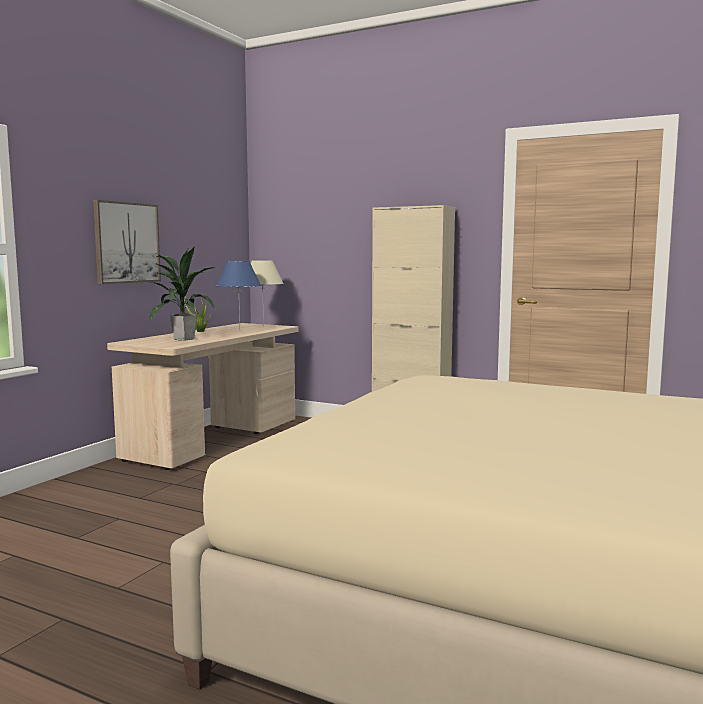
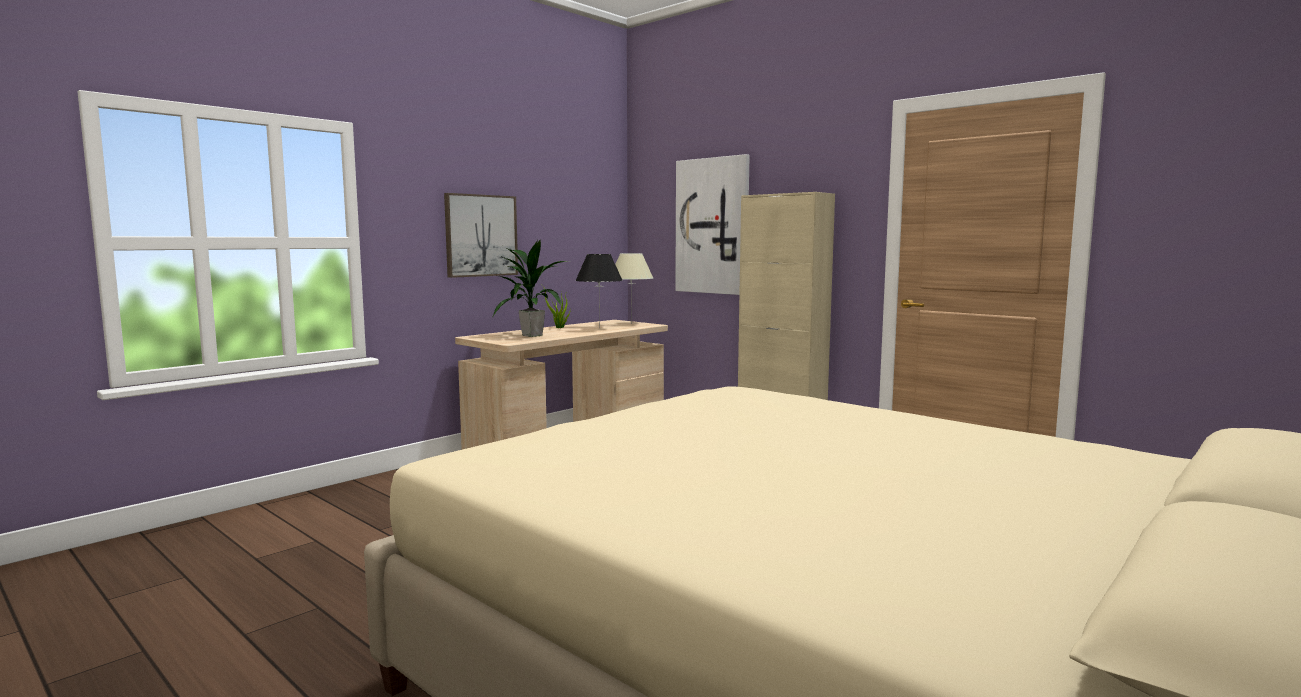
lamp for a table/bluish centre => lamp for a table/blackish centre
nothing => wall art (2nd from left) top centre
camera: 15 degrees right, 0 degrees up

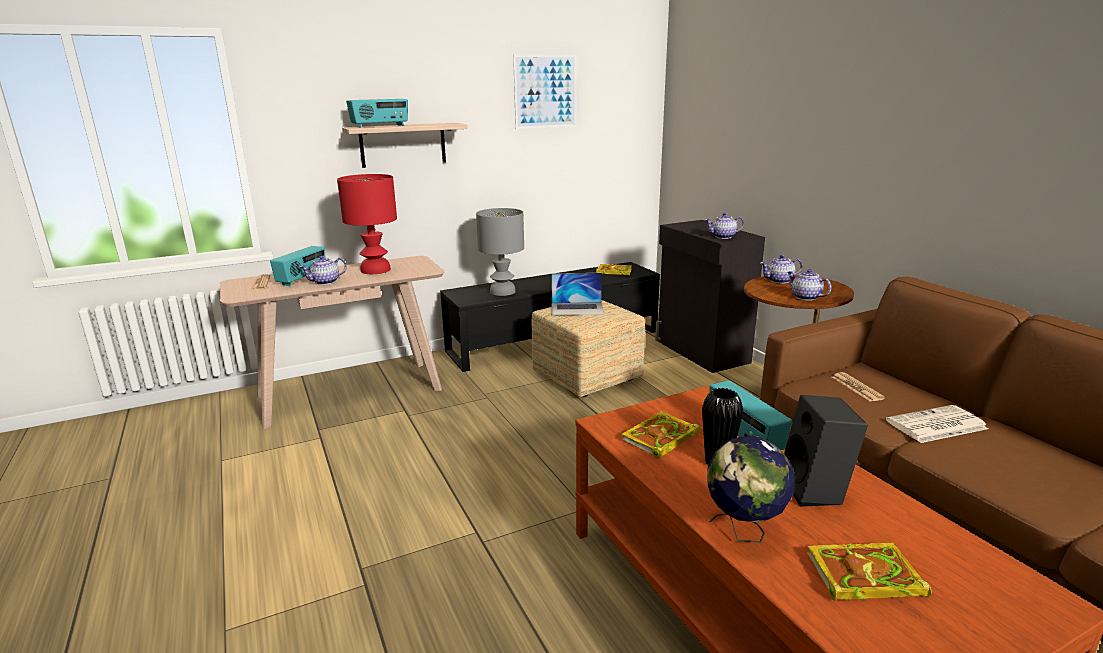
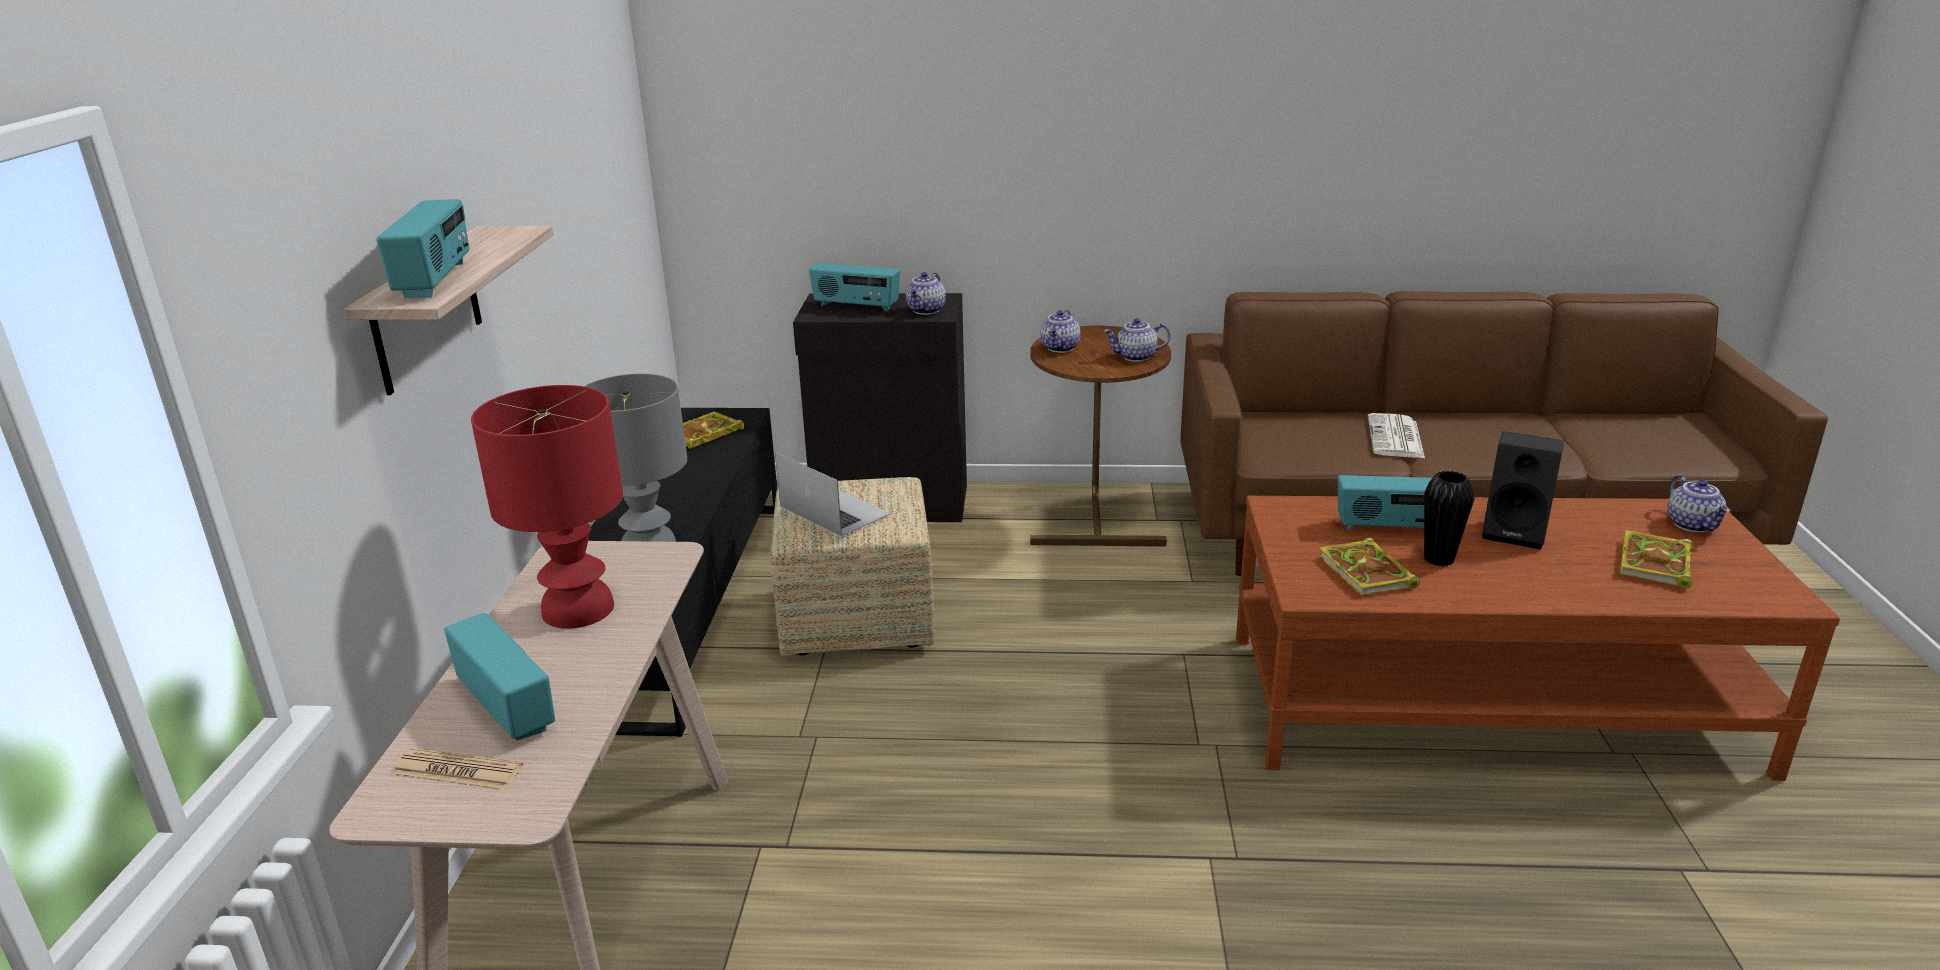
wall art top centre => nothing
tea pot (1st from left in the first image) middle left => tea pot (4th from left) middle right, move
portable computer centre, 75 degrees counterclockwise
newspaper (2nd from left) middle right => nothing
desk globe bottom right => nothing
nothing => radio set (3rd from left) top centre
camera: 60 degrees left, 5 degrees up

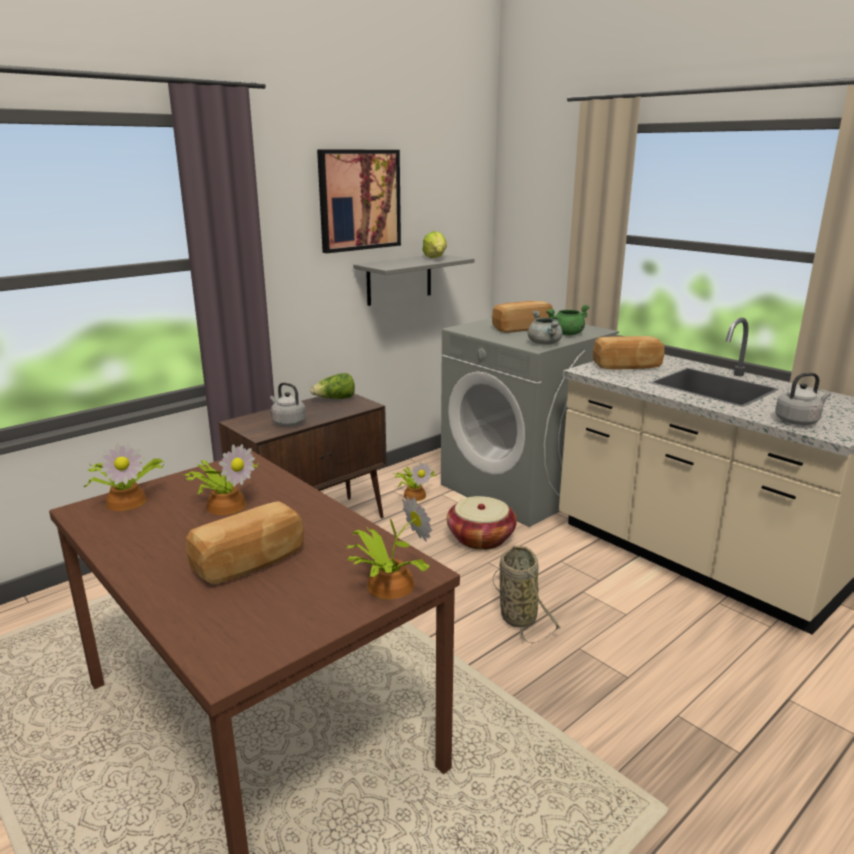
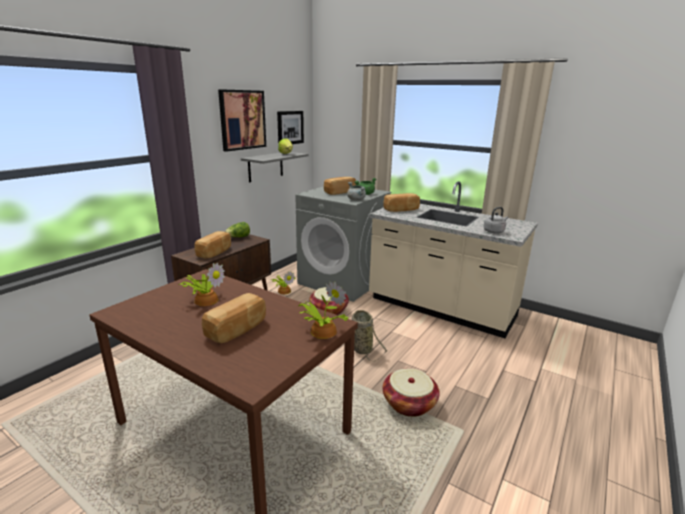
kettle/grey (1st from left) centre => bakery bread (1st from left) middle left
plant in a pot (1st from left) middle left => nothing
nothing => wall art (2nd from left) top centre
nothing => basket (3rd from left) bottom centre
camera: 15 degrees left, 0 degrees up

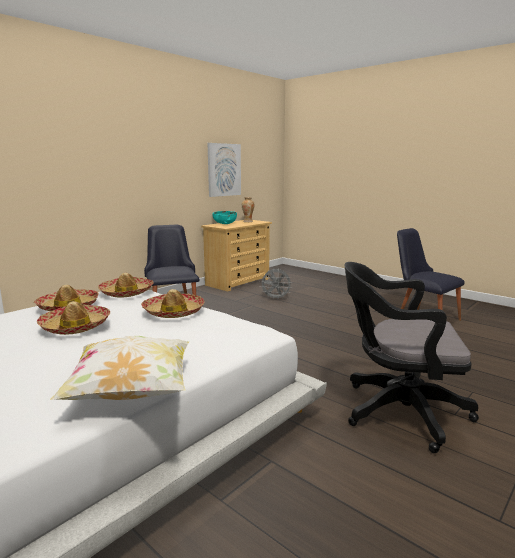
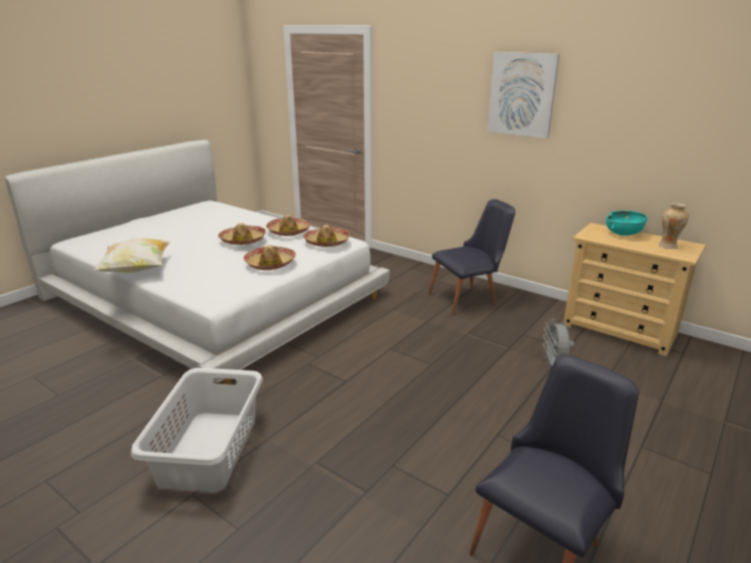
wall art top centre => wall art top right, move
office chair/blackish middle right => laundry basket/grey bottom left
camera: 85 degrees right, 10 degrees up

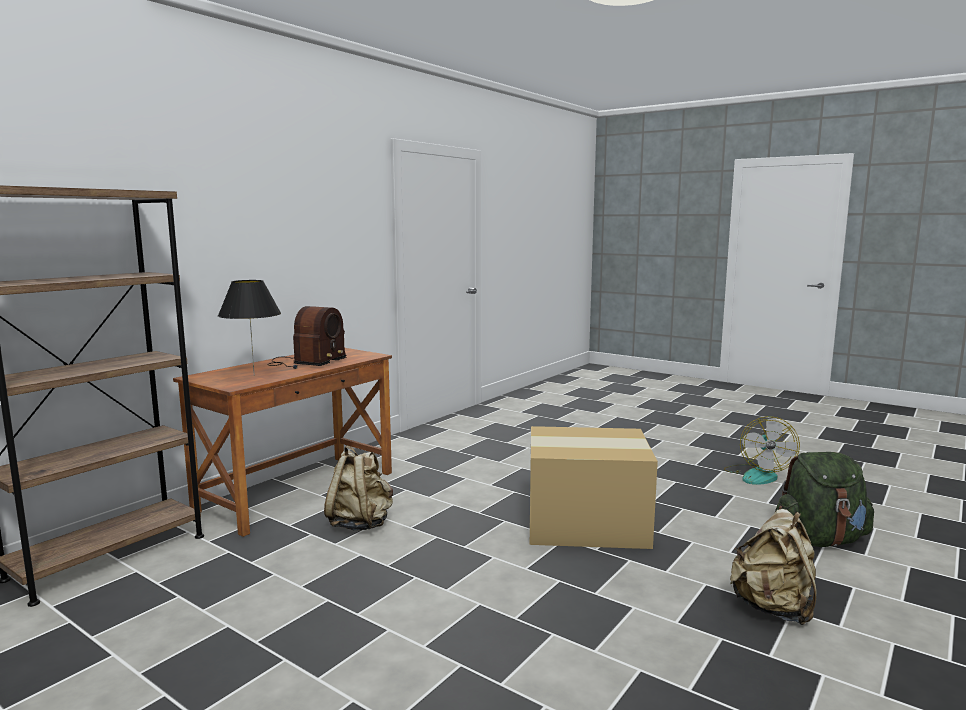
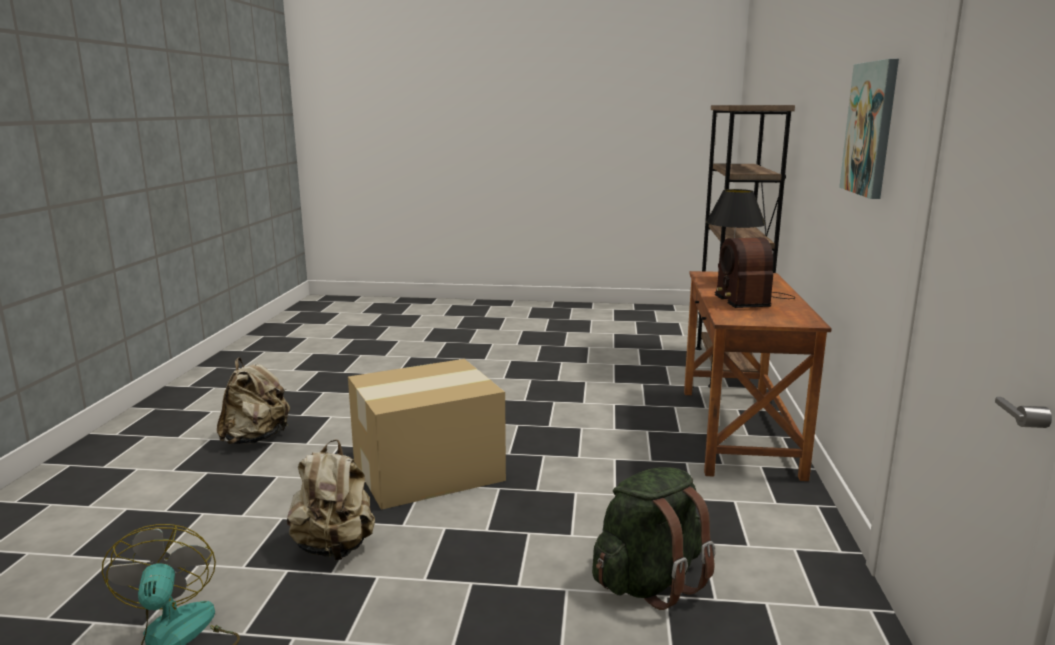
backpack/sand-coloured (1st from left in the first image) bottom centre => backpack/sand-coloured (2nd from left) bottom left, move
backpack/greenish bottom right => backpack/greenish bottom centre, move
nothing => wall art top right
camera: 150 degrees right, 5 degrees up

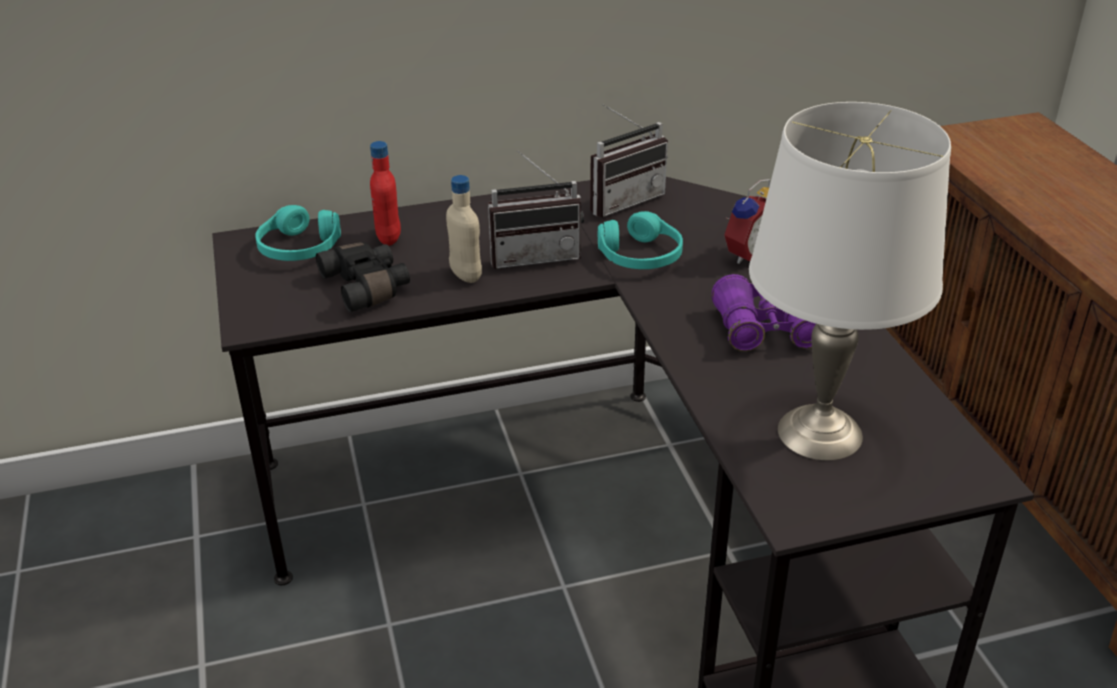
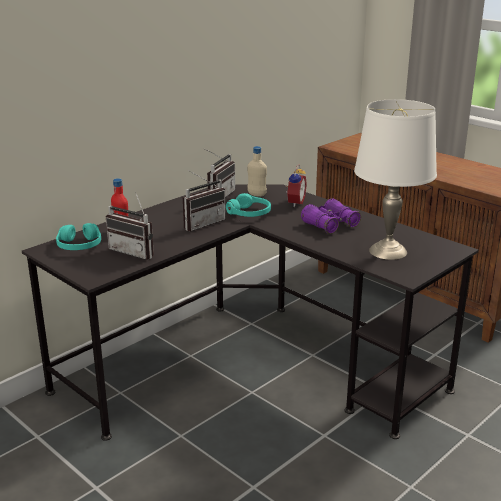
drink bottle/sand-coloured top centre => drink bottle/sand-coloured centre, move
field glasses/blackish middle left => radio set (1st from left) middle left
camera: 30 degrees left, 10 degrees down

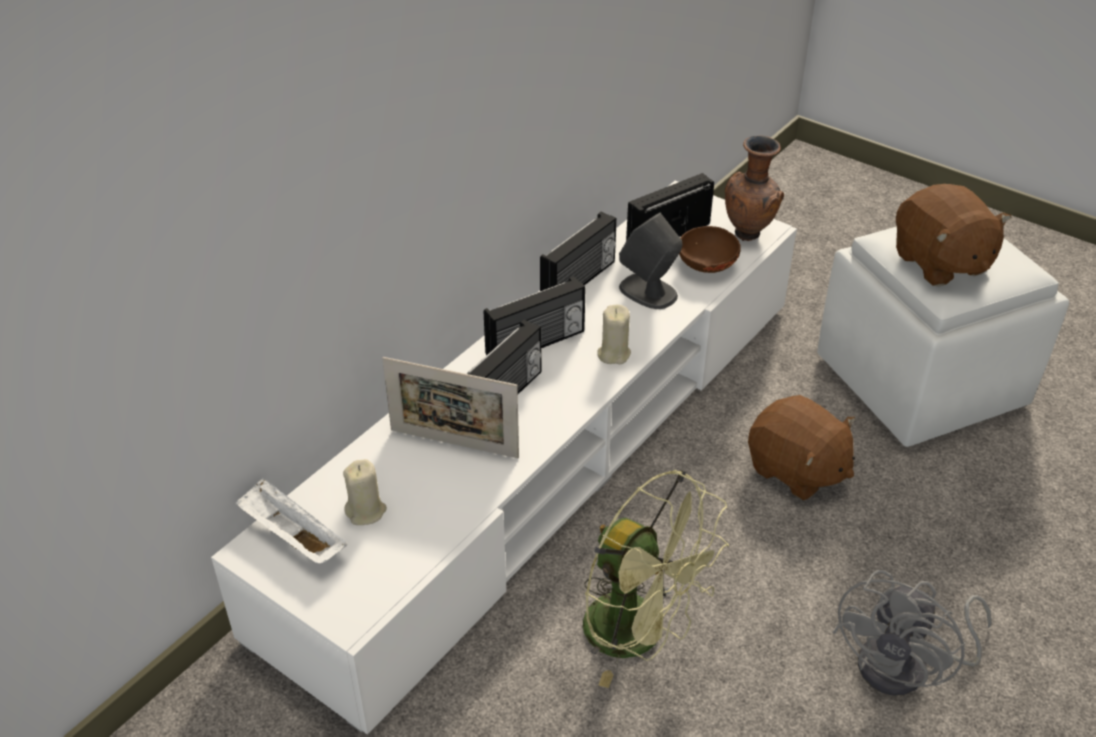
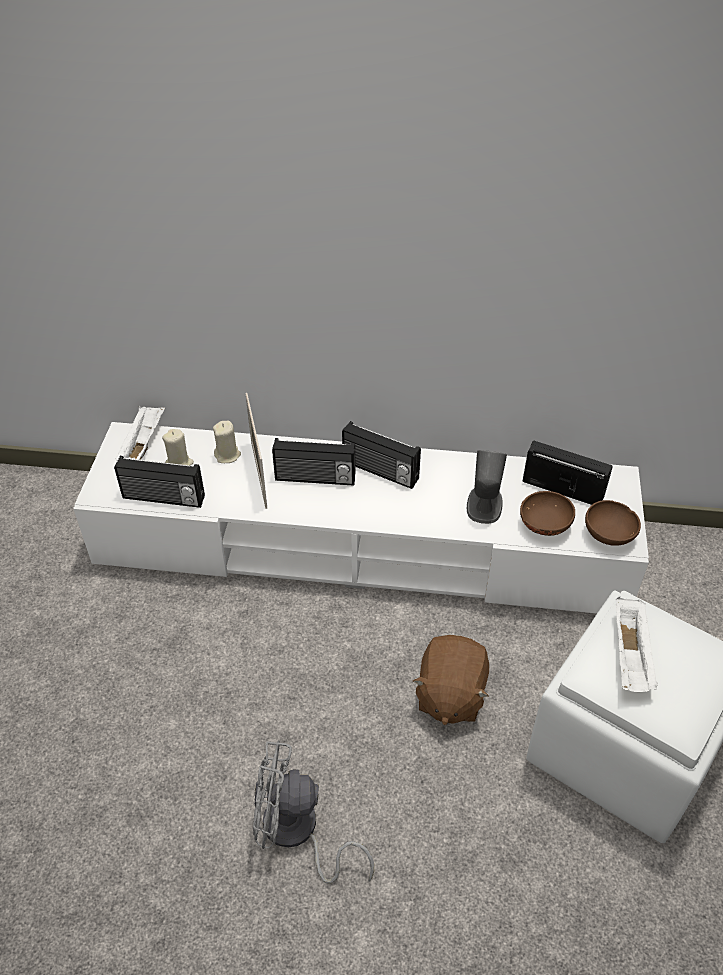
decorative vase/brownish top right => serving bowl/brownish (2nd from left) middle right
cuddly toy/brownish (2nd from left) top right => carrying tray/white (2nd from left) middle right
radio set (3rd from left in the first image) centre => radio set (1st from left) middle left, move
candle/sand-coloured (2nd from left) centre => candle/sand-coloured (2nd from left) middle left, move
cooling fan/greenish bottom centre => nothing
camera: 60 degrees right, 5 degrees up

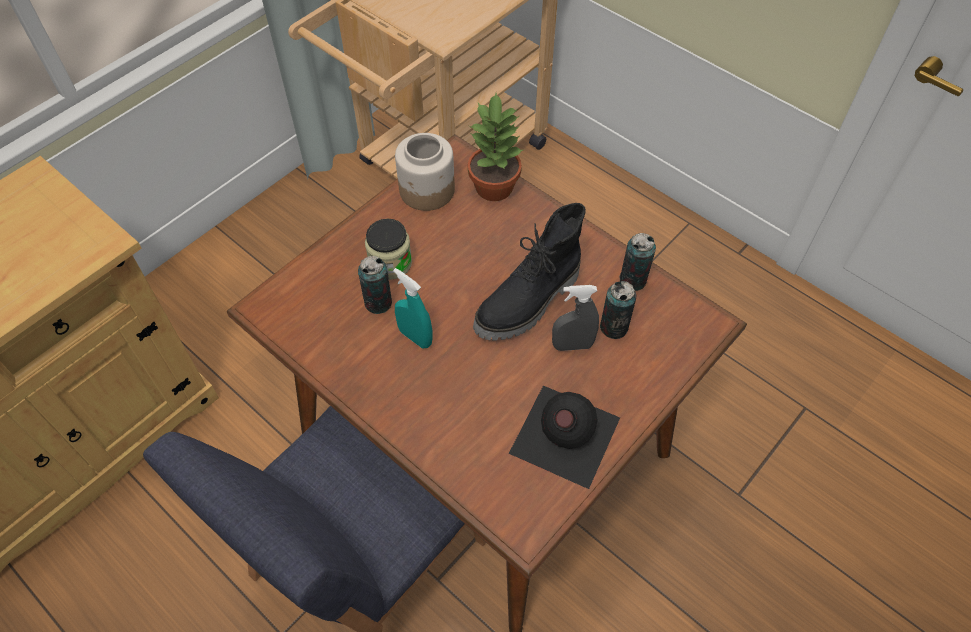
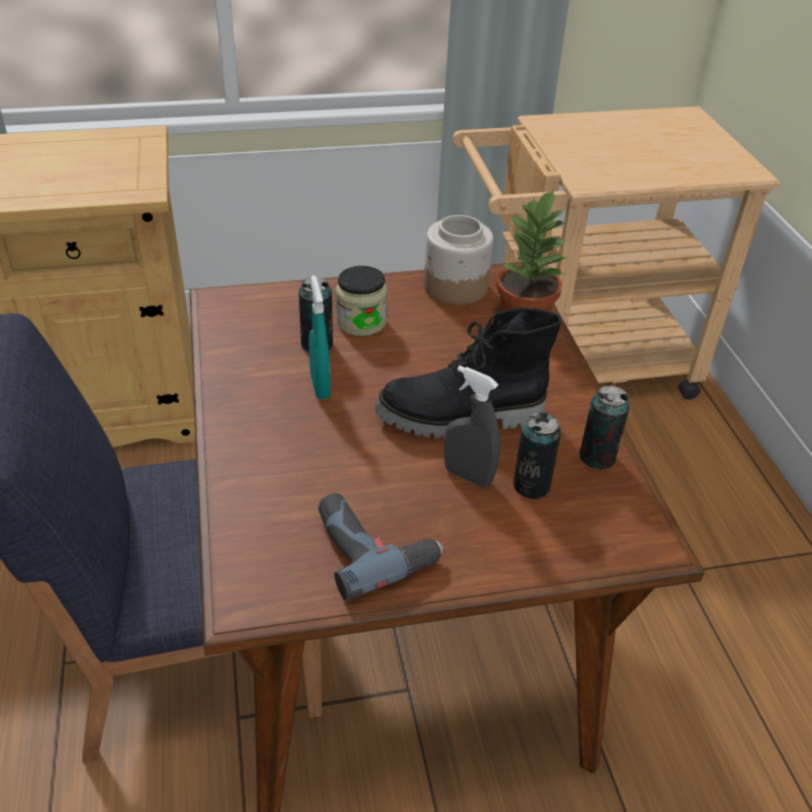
drink bottle/blackish bottom centre => power drill bottom centre
camera: 35 degrees right, 15 degrees down

